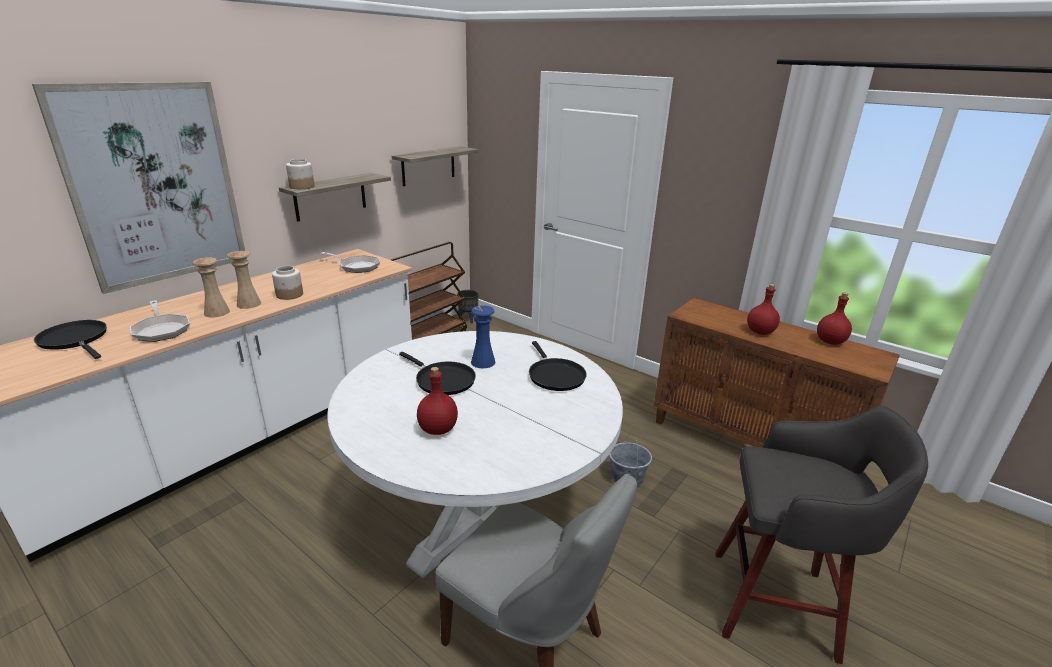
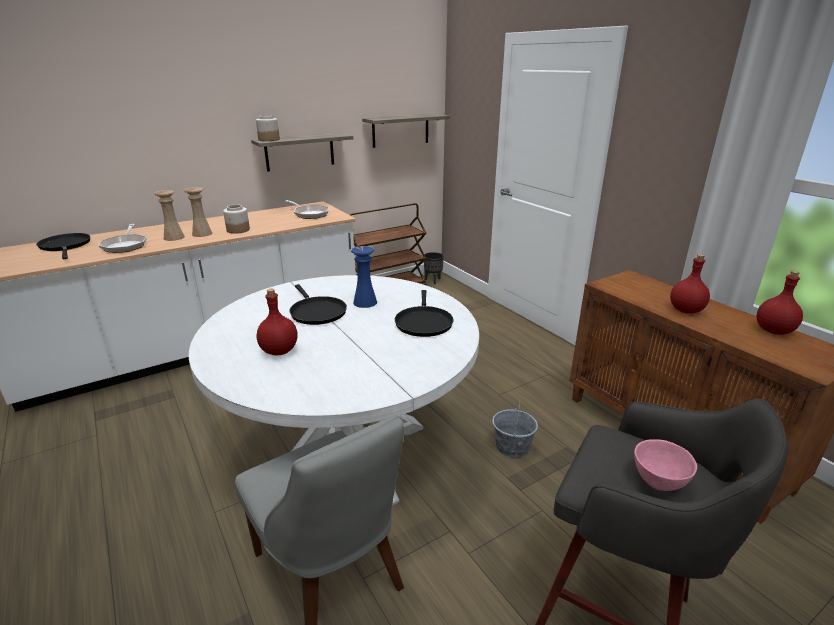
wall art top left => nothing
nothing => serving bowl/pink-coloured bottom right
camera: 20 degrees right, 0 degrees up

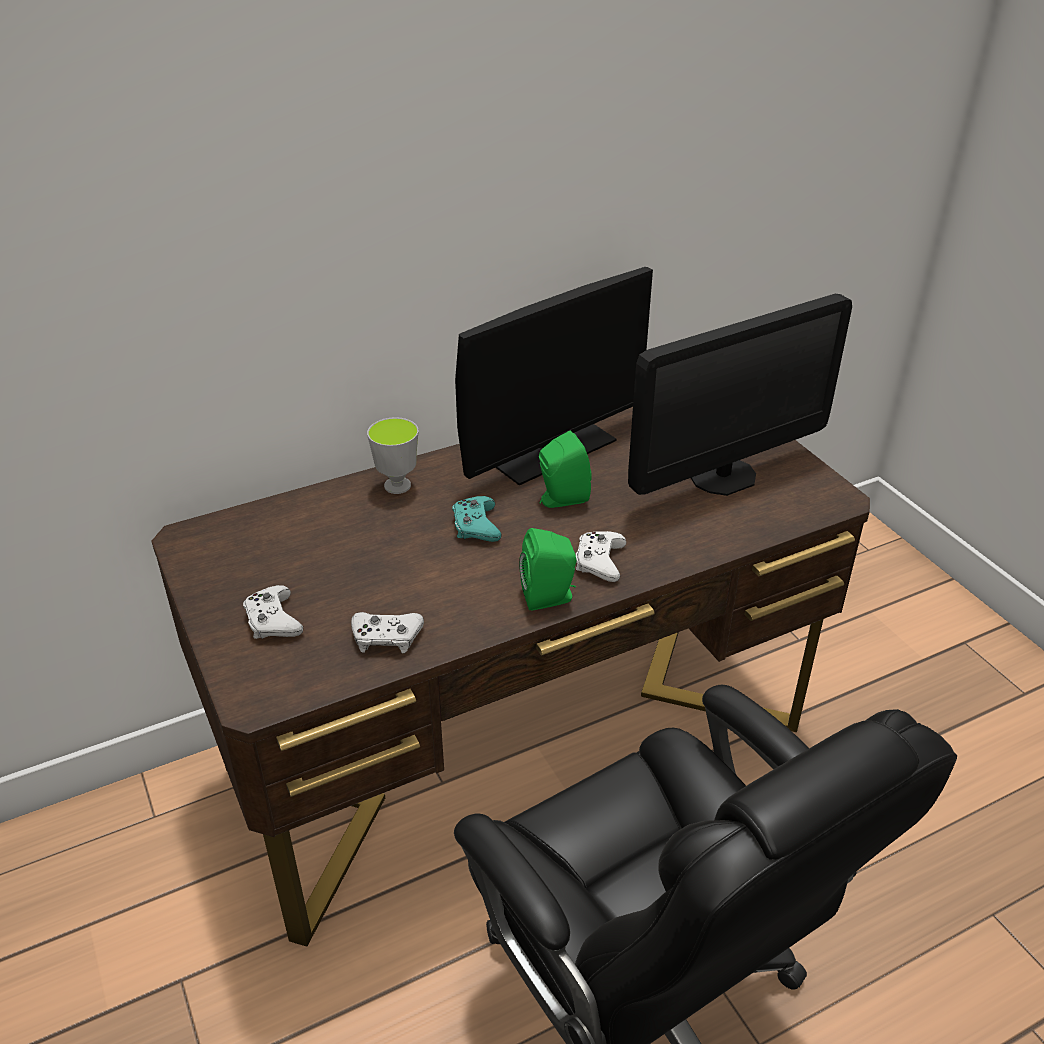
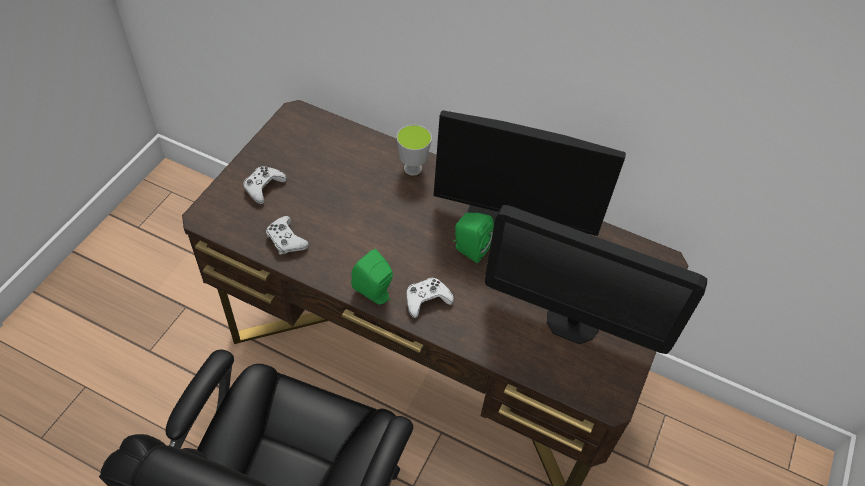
gamepad/turquoise centre => nothing
camera: 50 degrees right, 15 degrees up

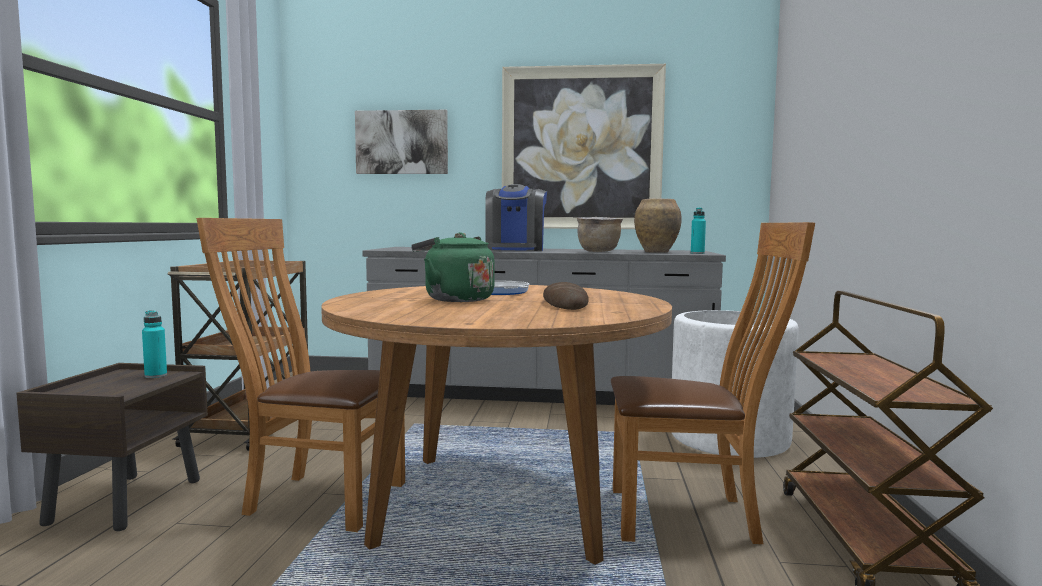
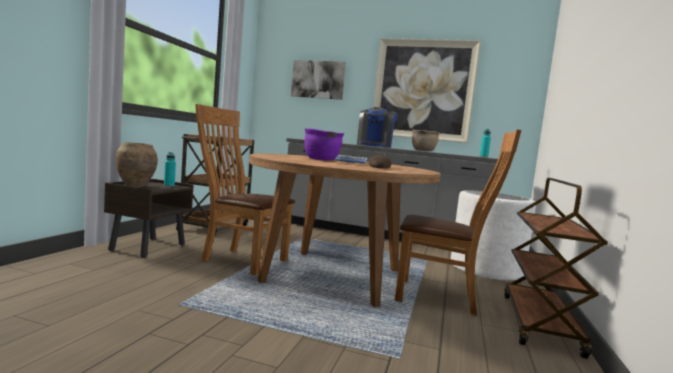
decorative vase/brownish centre => decorative vase/brownish middle left, move
kettle/greenish centre => saucepot/purple centre
camera: 10 degrees right, 0 degrees up

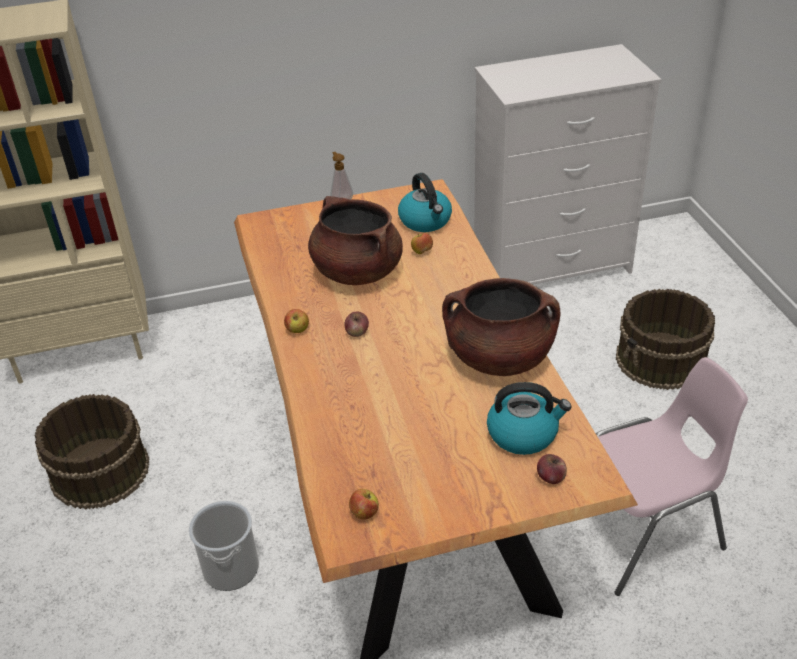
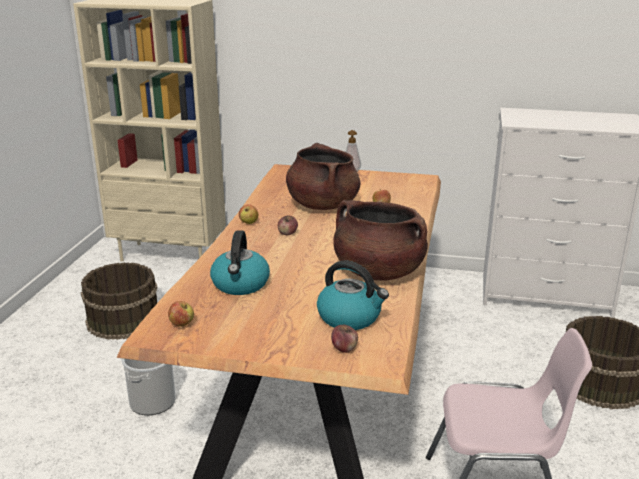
kettle (1st from left) top centre => kettle (1st from left) centre, move
camera: 25 degrees right, 15 degrees down

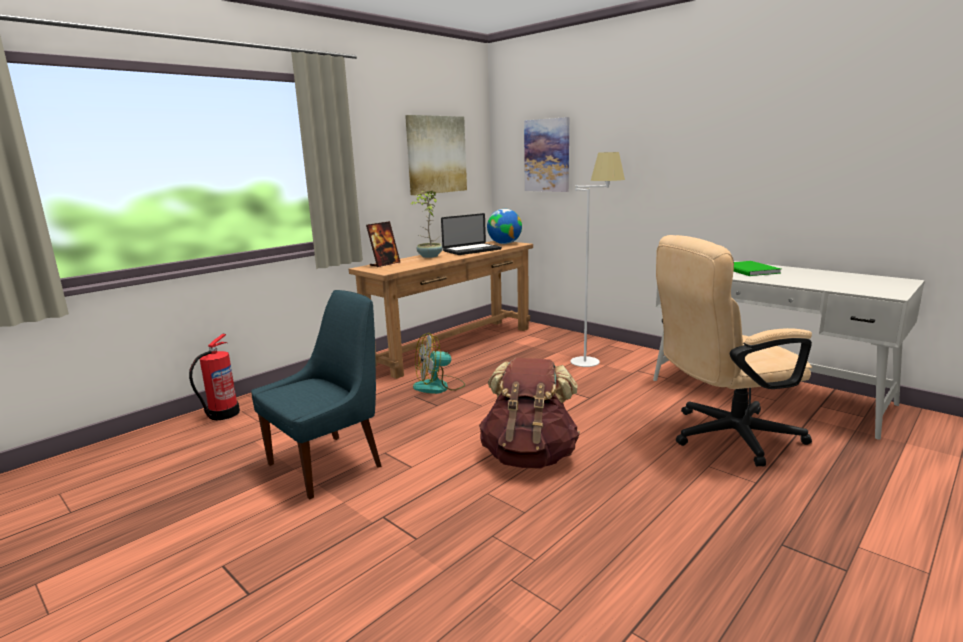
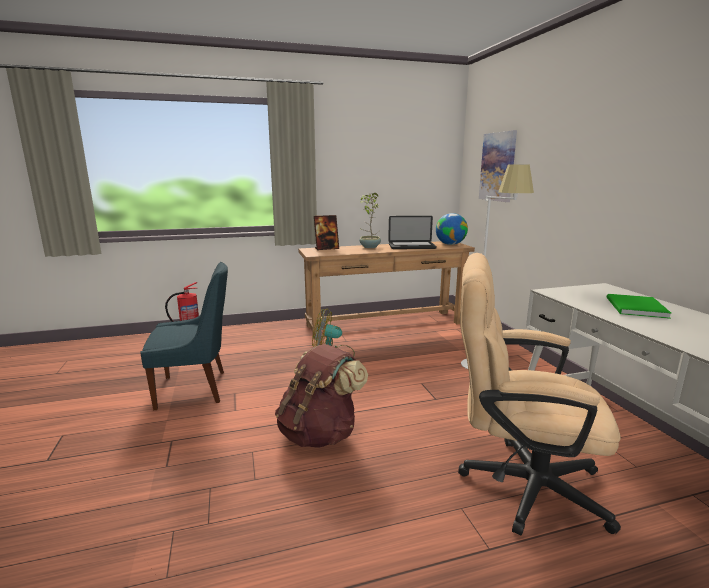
wall art (1st from left) top centre => nothing
camera: 30 degrees right, 0 degrees up

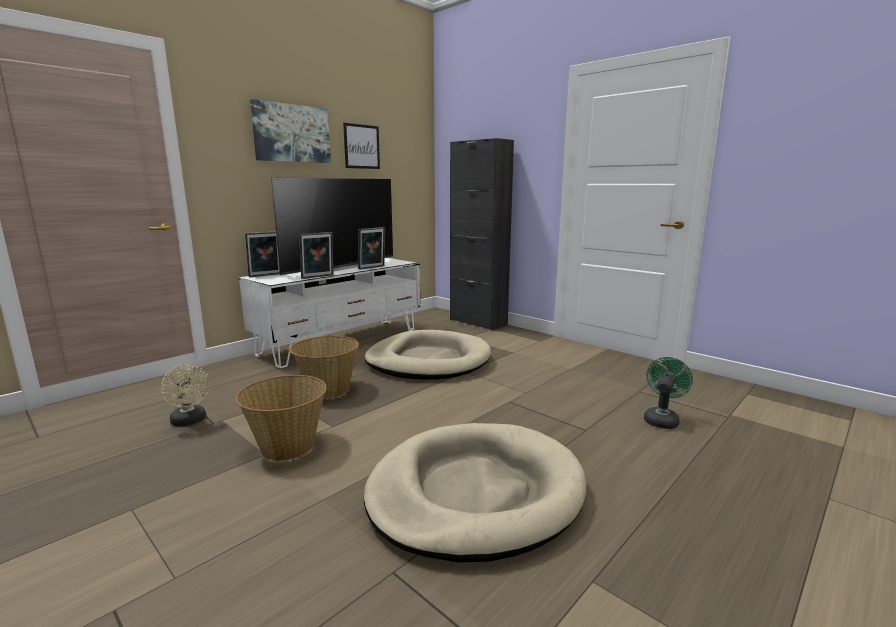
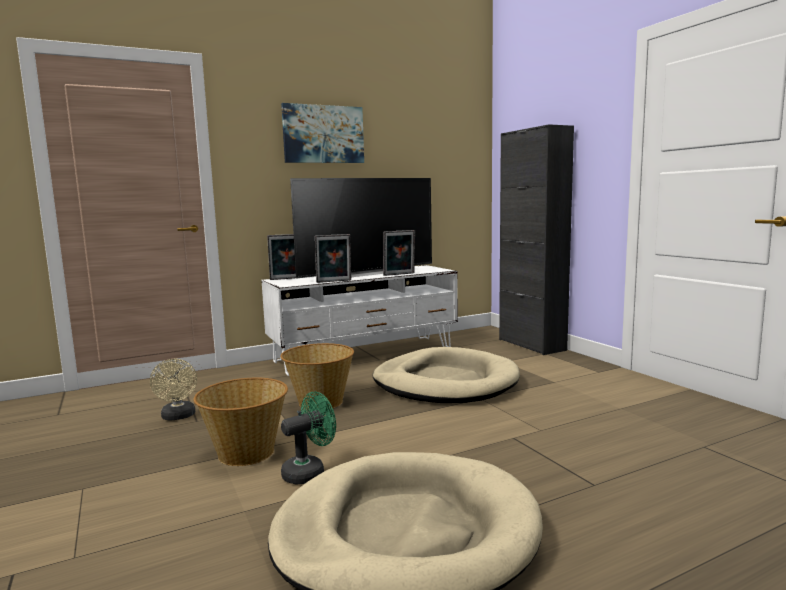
wall art (2nd from left) top centre => nothing
cooling fan/greenish middle right => cooling fan/greenish bottom centre, move
camera: 20 degrees right, 5 degrees down

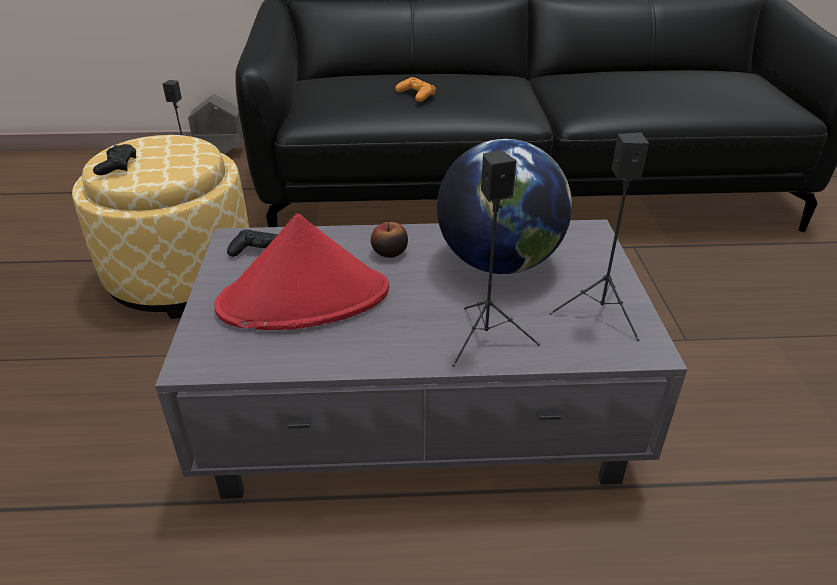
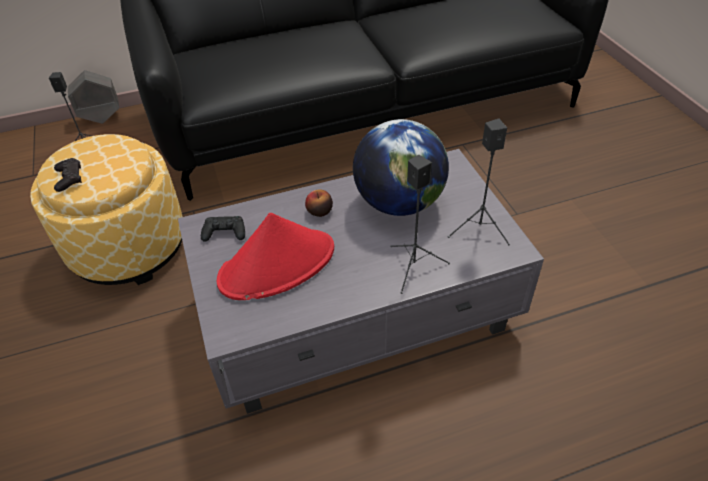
gamepad/orange top centre => nothing
camera: 15 degrees left, 10 degrees up

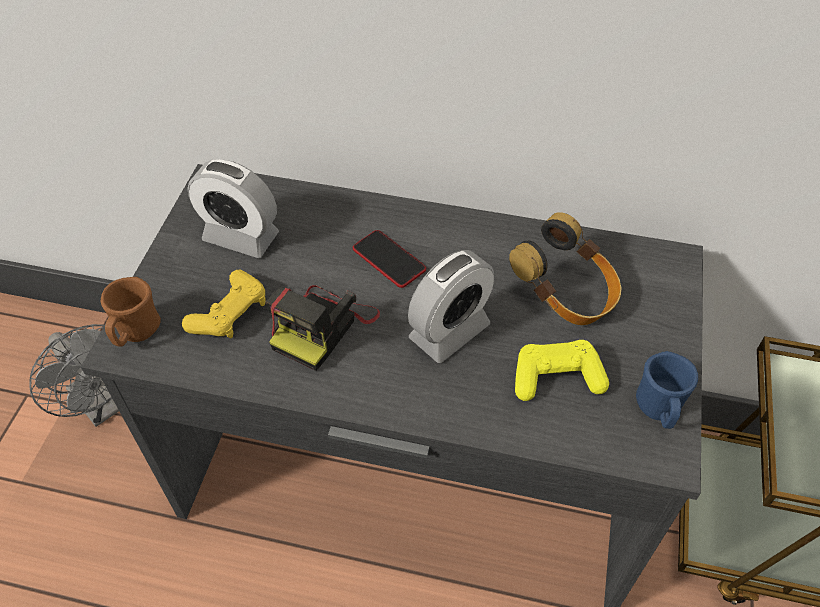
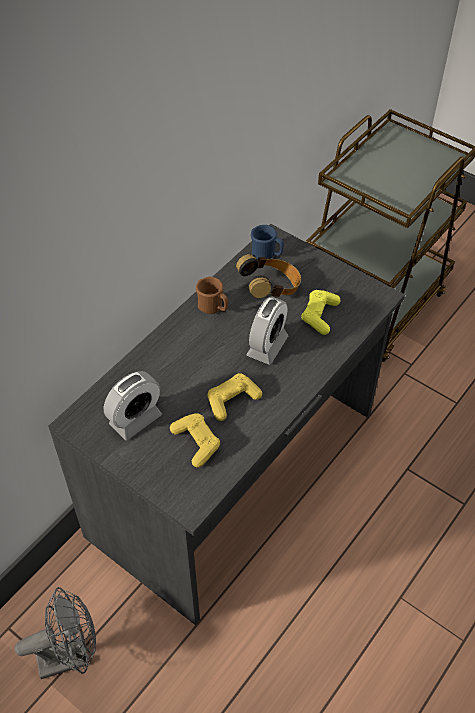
handset centre => nothing
bedside clock (2nd from left) centre, 45 degrees clockwise
coffee mug/brownish middle left => coffee mug/brownish centre, move
still camera centre => gamepad/yellowish (2nd from left) centre
coffee mug/bluish middle right => coffee mug/bluish centre, move
camera: 65 degrees left, 0 degrees up

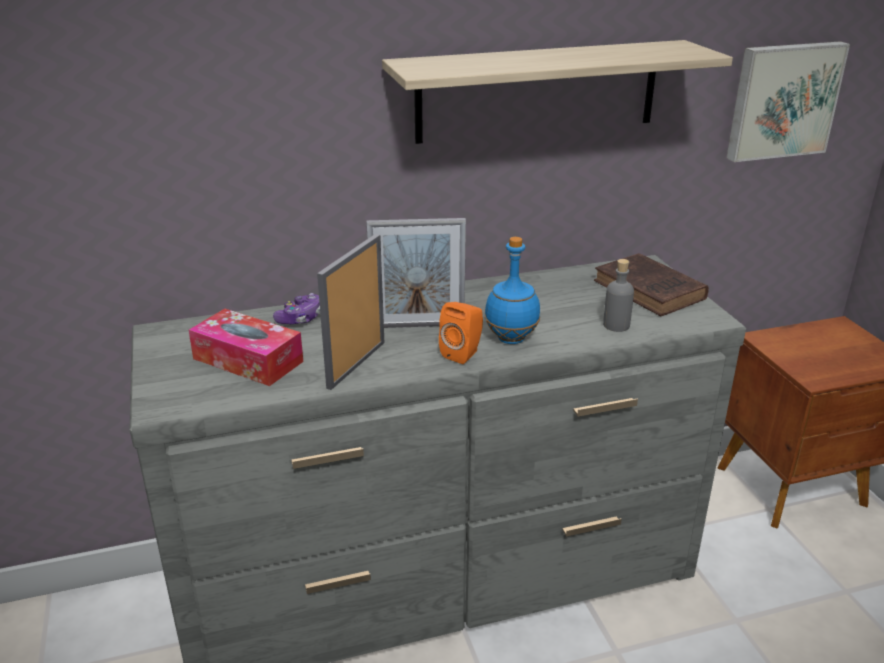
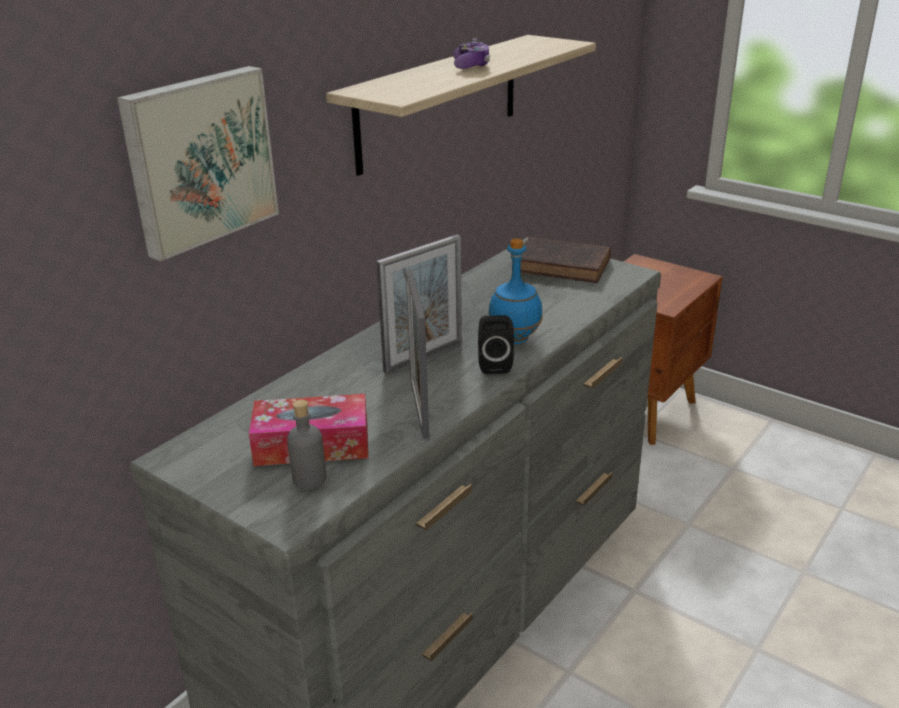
wall art top right => wall art top left, move
drink bottle/grey middle right => drink bottle/grey centre, move
gamepad centre => gamepad top centre, move
loudspeaker/orange centre => loudspeaker/blackish centre
camera: 35 degrees left, 0 degrees up

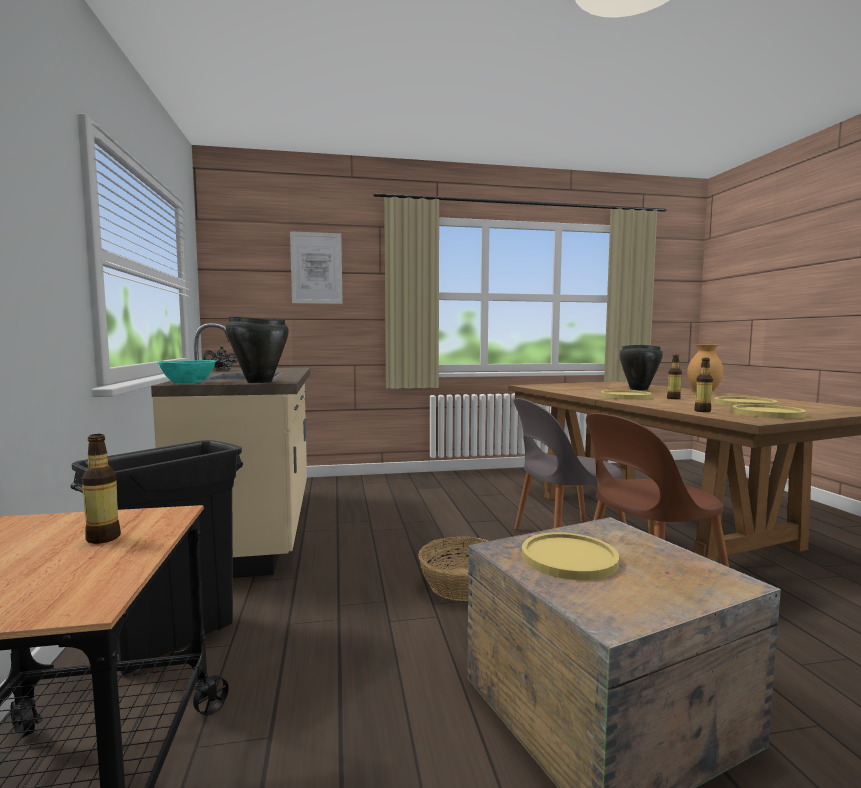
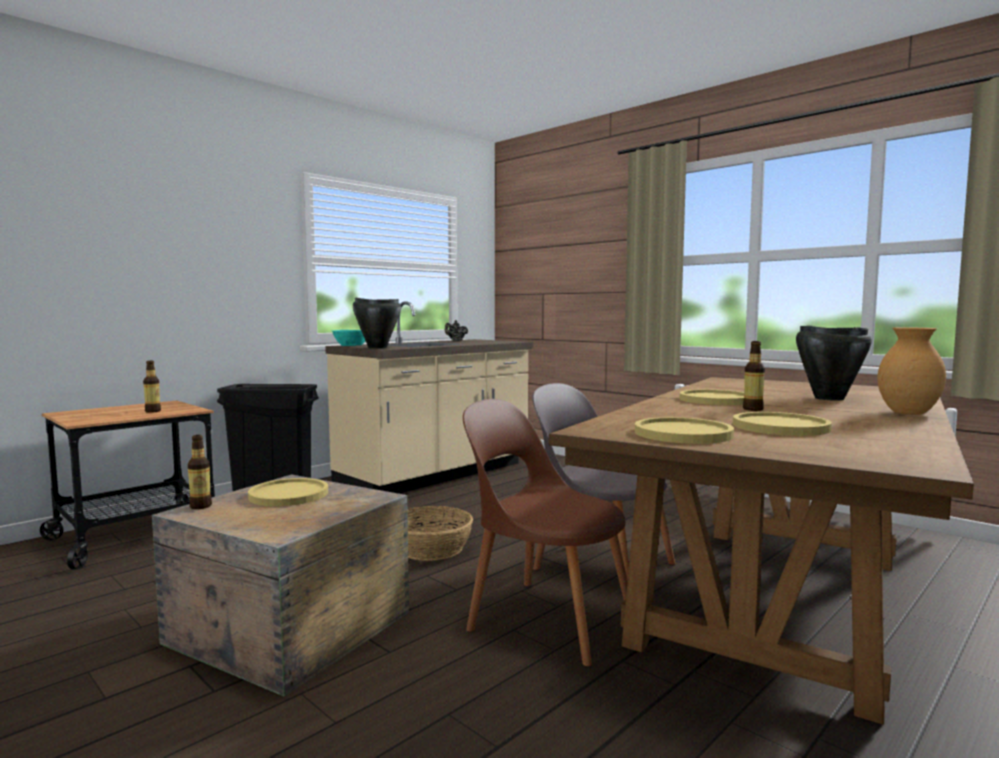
wall art centre => nothing
drink bottle (3rd from left in the first image) middle right => drink bottle (2nd from left) middle left, move
camera: 55 degrees right, 0 degrees up

